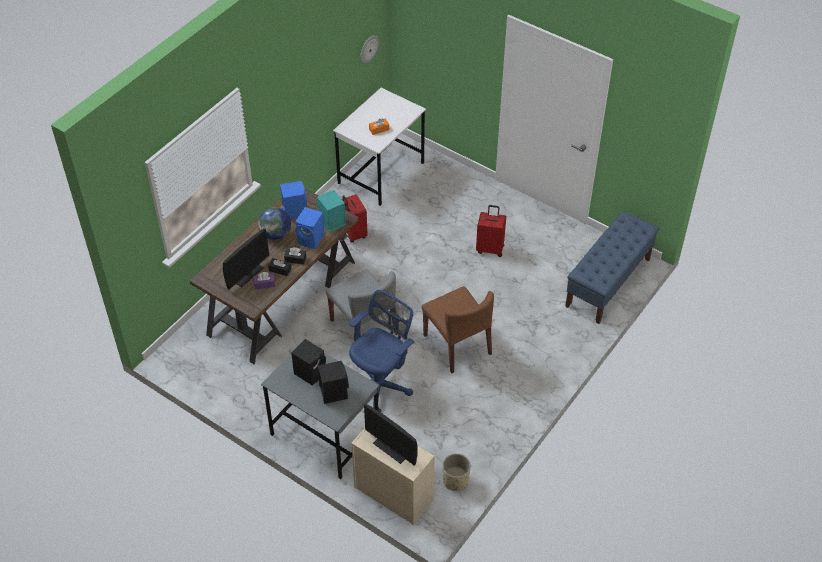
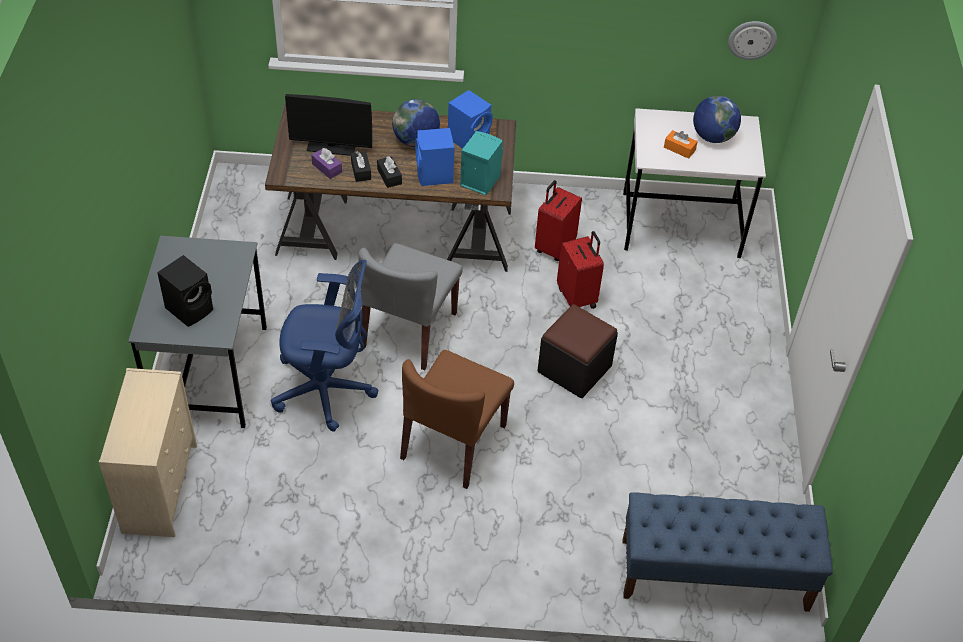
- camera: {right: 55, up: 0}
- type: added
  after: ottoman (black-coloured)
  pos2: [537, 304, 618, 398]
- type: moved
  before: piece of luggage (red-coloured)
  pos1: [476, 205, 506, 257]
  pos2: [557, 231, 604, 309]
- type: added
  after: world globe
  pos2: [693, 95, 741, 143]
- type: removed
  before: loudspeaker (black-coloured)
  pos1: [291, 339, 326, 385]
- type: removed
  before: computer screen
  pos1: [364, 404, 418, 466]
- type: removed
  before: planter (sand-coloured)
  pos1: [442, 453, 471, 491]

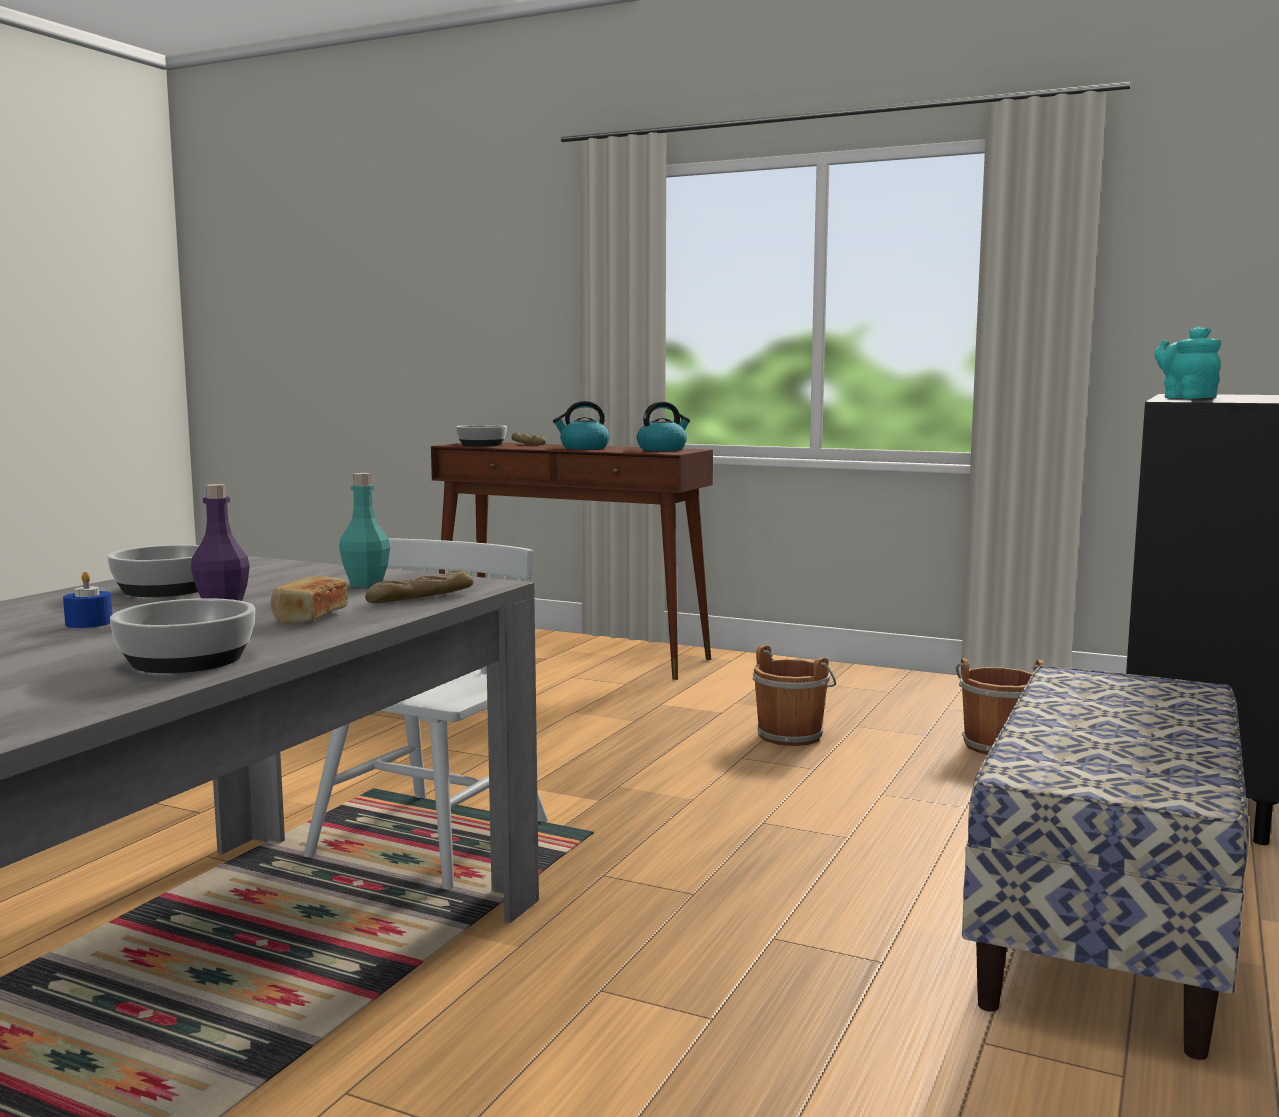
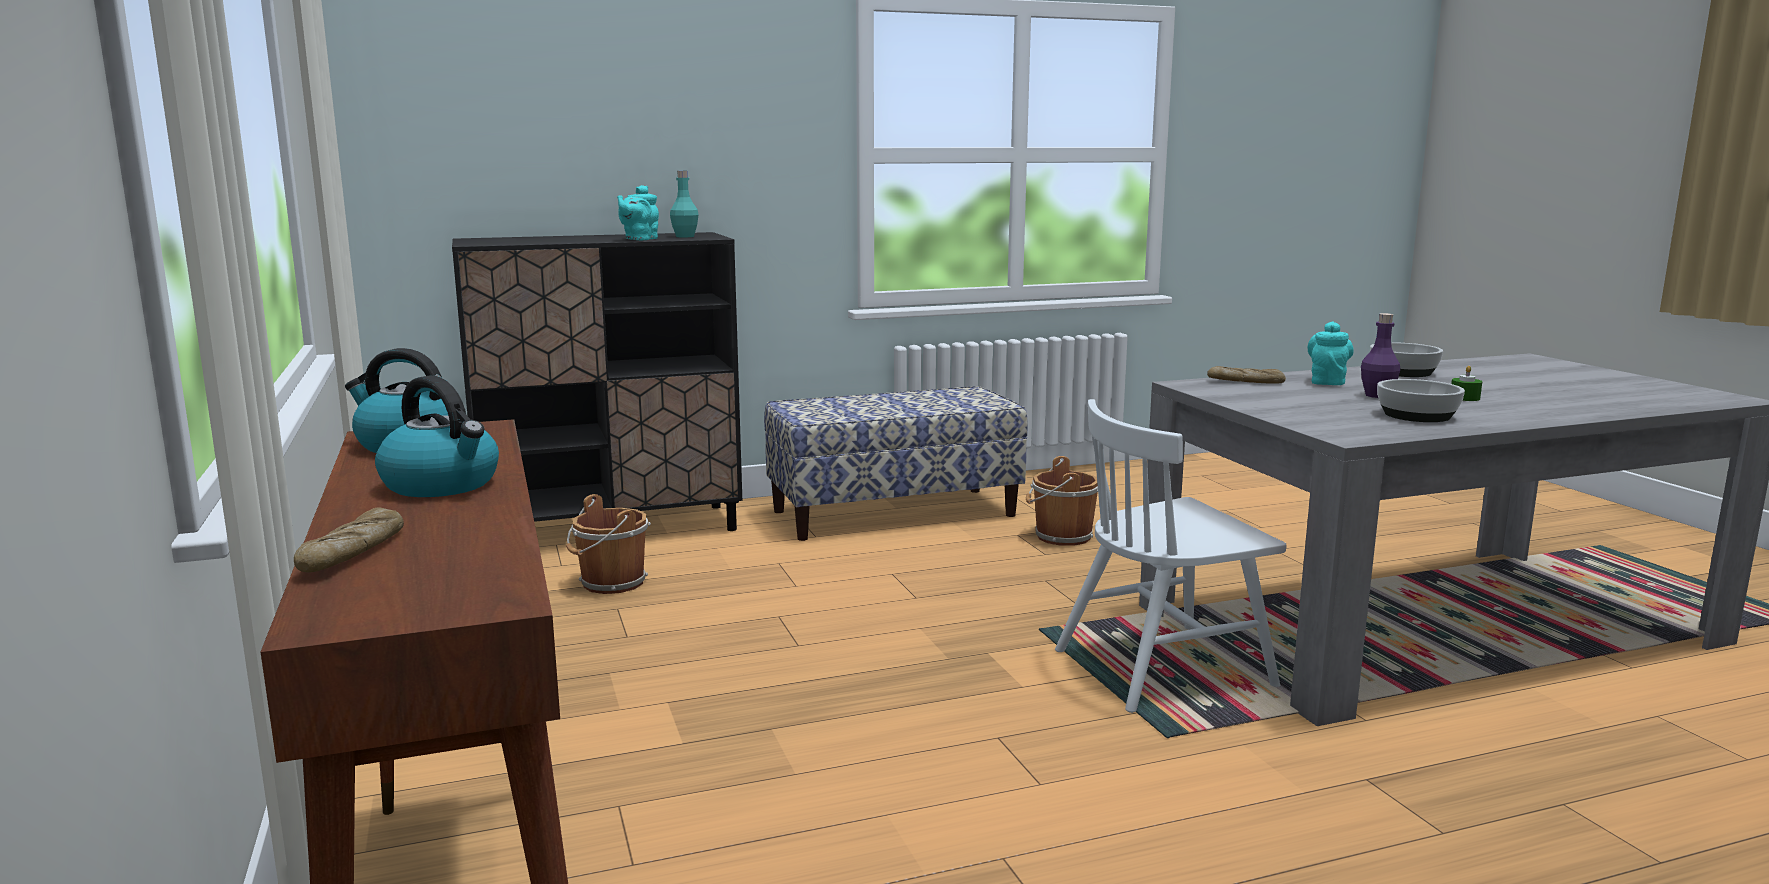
- camera: {right: -135, up: 5}
- type: moved
  before: bottle (blue-green)
  pos1: [339, 473, 390, 587]
  pos2: [670, 171, 699, 237]
- type: moved
  before: pail (brownish)
  pos1: [753, 645, 836, 746]
  pos2: [1026, 456, 1098, 546]
- type: replaced
  before: baked bread
  after: tea pot (blue-green)
  pos1: [271, 575, 348, 624]
  pos2: [1308, 321, 1354, 385]
- type: recoloured
  before: candle (blue-coloured)
  after: candle (green-coloured)
  pos1: [63, 572, 112, 628]
  pos2: [1451, 366, 1482, 401]
- type: removed
  before: serving bowl
  pos1: [456, 425, 507, 446]

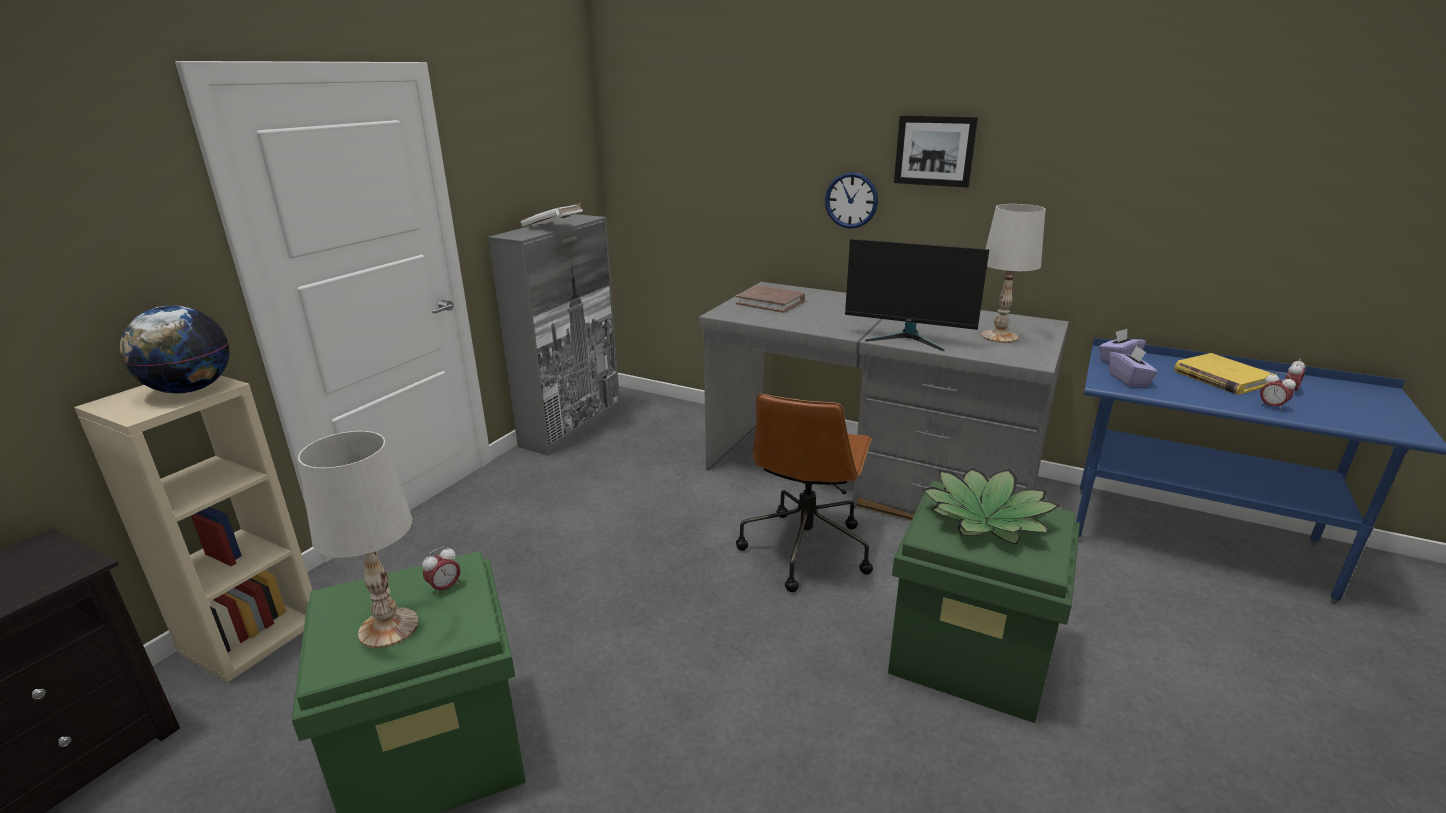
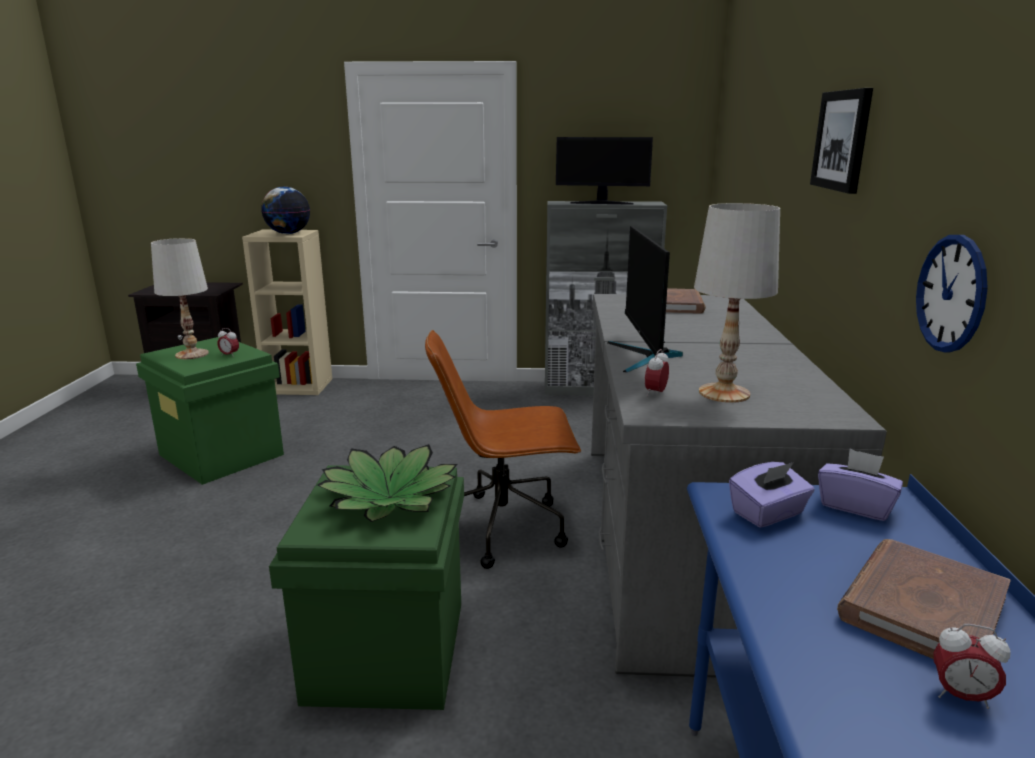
- camera: {right: 65, up: -5}
- type: replaced
  before: bound book (white-coloured)
  after: computer screen
  pos1: [521, 202, 583, 227]
  pos2: [556, 137, 653, 205]
- type: moved
  before: bedside clock
  pos1: [1260, 372, 1296, 411]
  pos2: [645, 349, 669, 396]
- type: recoloured
  before: bound book (yellowish)
  after: bound book (brownish)
  pos1: [1174, 353, 1277, 395]
  pos2: [837, 539, 1011, 659]
- type: moved
  before: hanging clock
  pos1: [825, 172, 878, 229]
  pos2: [916, 235, 988, 353]

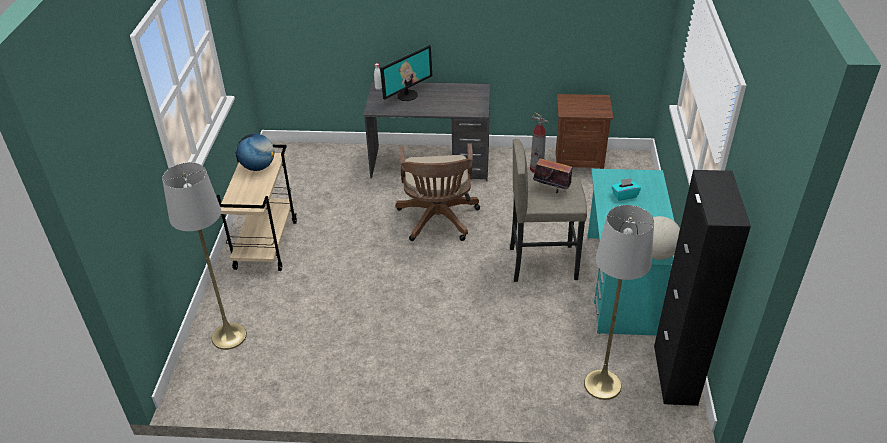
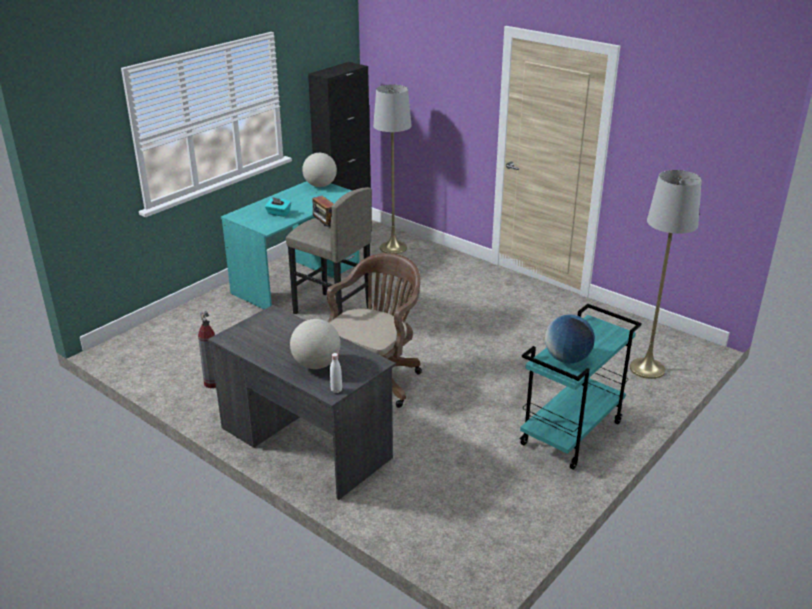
- camera: {right: -145, up: -10}
- type: replaced
  before: computer screen
  after: world globe
  pos1: [380, 45, 432, 101]
  pos2: [290, 319, 341, 369]
- type: recoloured
  before: trolley (sand-coloured)
  after: trolley (blue-green)
  pos1: [216, 145, 297, 271]
  pos2: [519, 304, 642, 470]
- type: removed
  before: nightstand (brownish)
  pos1: [556, 94, 613, 169]

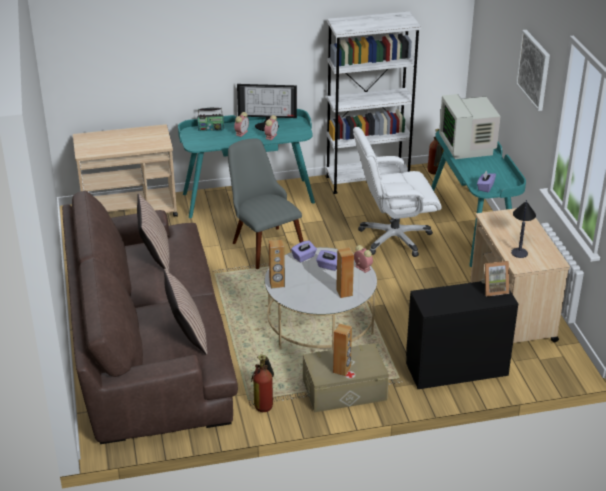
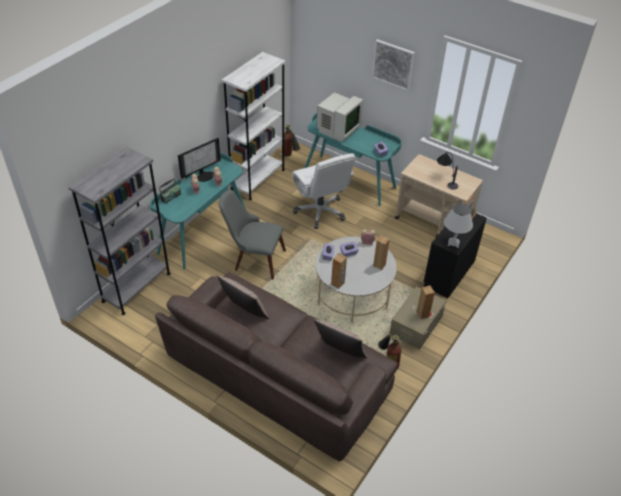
- camera: {right: -45, up: 10}
- type: replaced
  before: trolley (sand-coloured)
  after: shelving unit (gray)
  pos1: [73, 124, 178, 217]
  pos2: [68, 147, 171, 315]
- type: turned
  before: computer chair (white-coloured)
  pos1: [353, 127, 442, 257]
  pos2: [292, 153, 355, 229]
  turn: -60
- type: turned
  before: computer screen
  pos1: [439, 94, 501, 159]
  pos2: [316, 92, 364, 142]
  turn: -90
- type: added
  after: tabletop lamp (white-coloured)
  pos2: [444, 204, 473, 248]

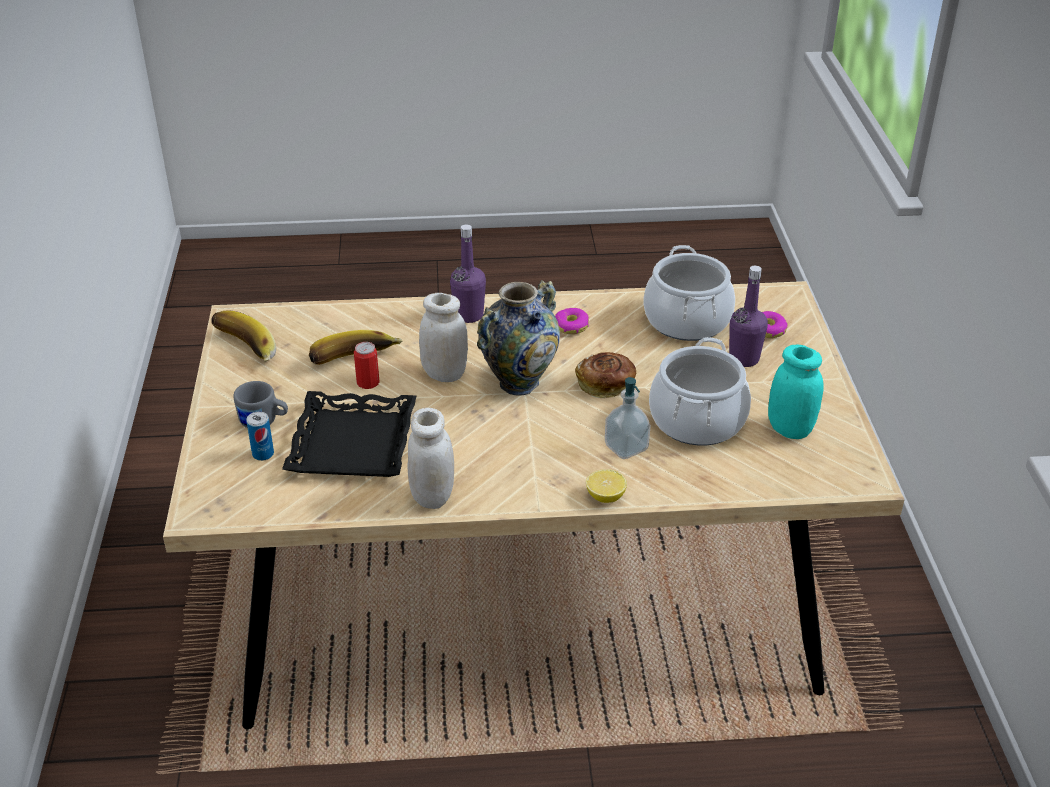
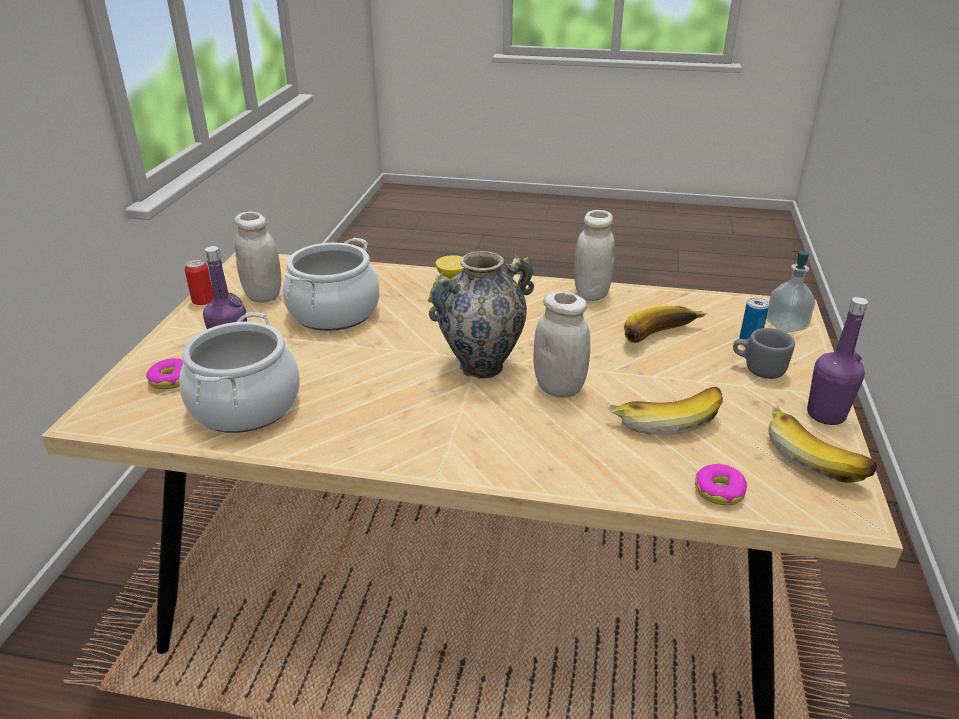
- camera: {right: -165, up: -5}
- type: moved
  before: can
  pos1: [354, 342, 380, 389]
  pos2: [185, 259, 214, 305]
- type: recoloured
  before: preserve jar (blue-green)
  after: preserve jar (white-coloured)
  pos1: [768, 345, 824, 439]
  pos2: [235, 212, 281, 303]
- type: replaced
  before: serving tray (black-coloured)
  after: banana
  pos1: [282, 391, 416, 477]
  pos2: [624, 305, 707, 343]
- type: moved
  before: ring doughnut
  pos1: [555, 308, 589, 334]
  pos2: [695, 464, 747, 505]
- type: moved
  before: soap bottle
  pos1: [605, 377, 651, 459]
  pos2: [766, 251, 815, 333]
- type: moved
  before: bottle (purplish)
  pos1: [450, 224, 486, 323]
  pos2: [807, 297, 868, 425]
- type: removed
  before: baked bread
  pos1: [575, 352, 636, 398]

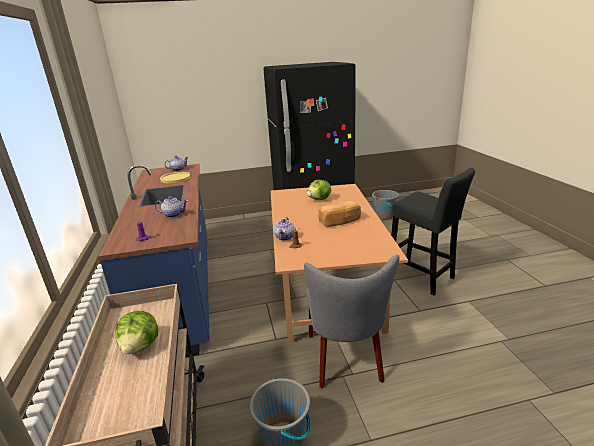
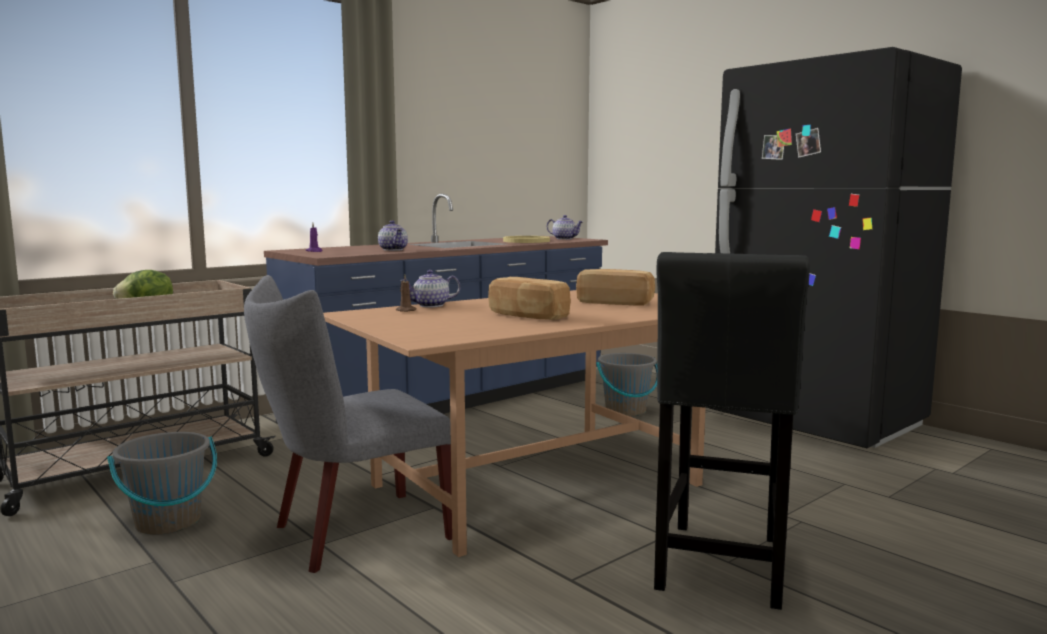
- camera: {right: 60, up: -15}
- type: replaced
  before: lettuce head
  after: baked bread
  pos1: [307, 180, 331, 200]
  pos2: [576, 269, 655, 305]
- type: moved
  before: pail (gray)
  pos1: [372, 190, 399, 220]
  pos2: [596, 353, 658, 417]

